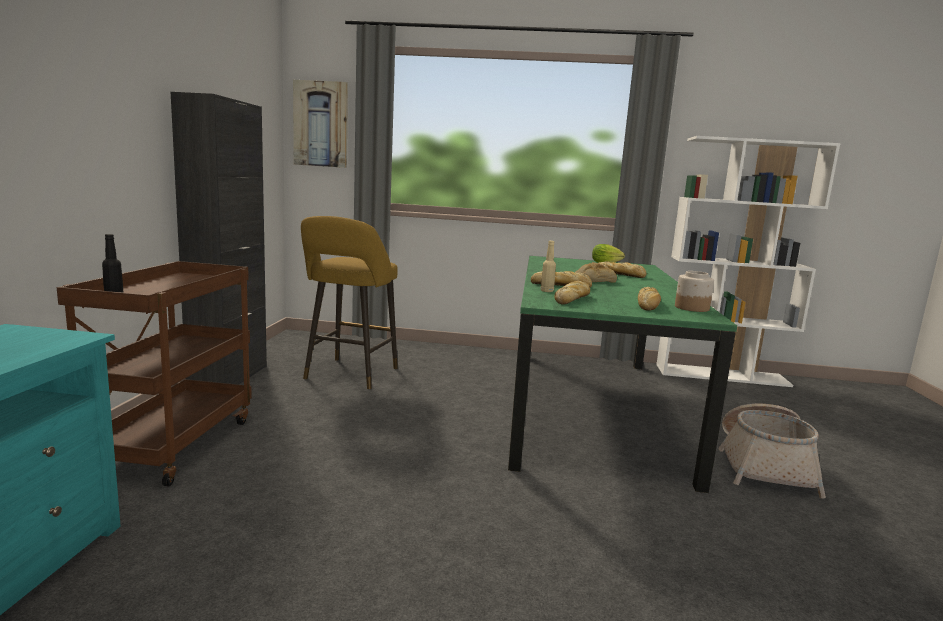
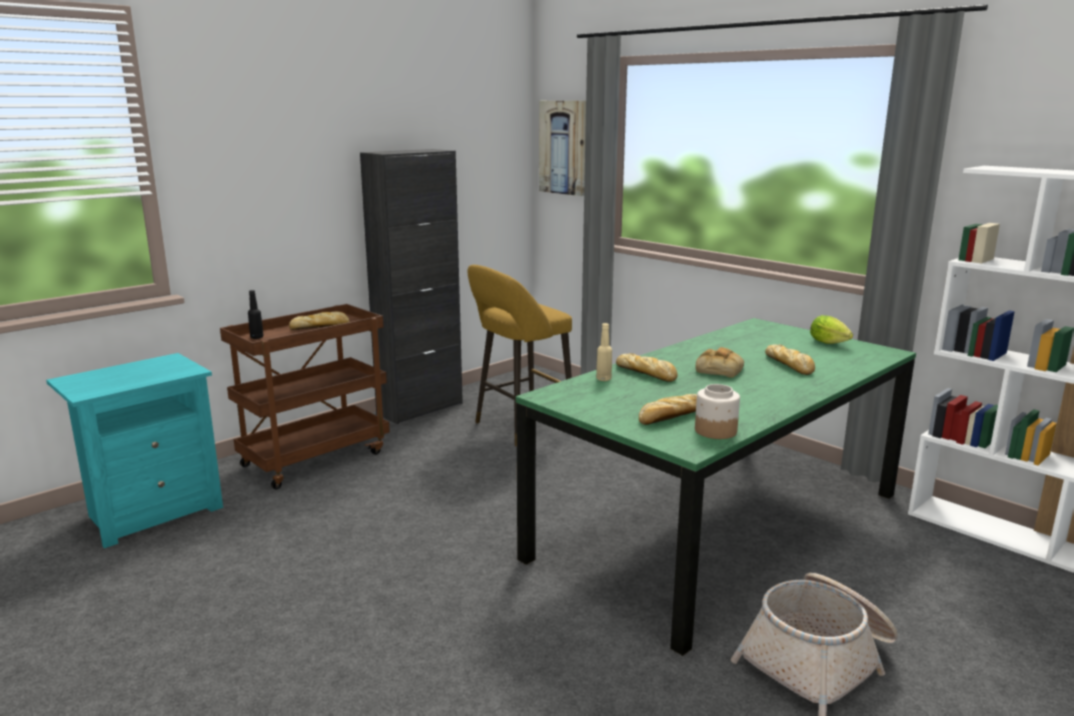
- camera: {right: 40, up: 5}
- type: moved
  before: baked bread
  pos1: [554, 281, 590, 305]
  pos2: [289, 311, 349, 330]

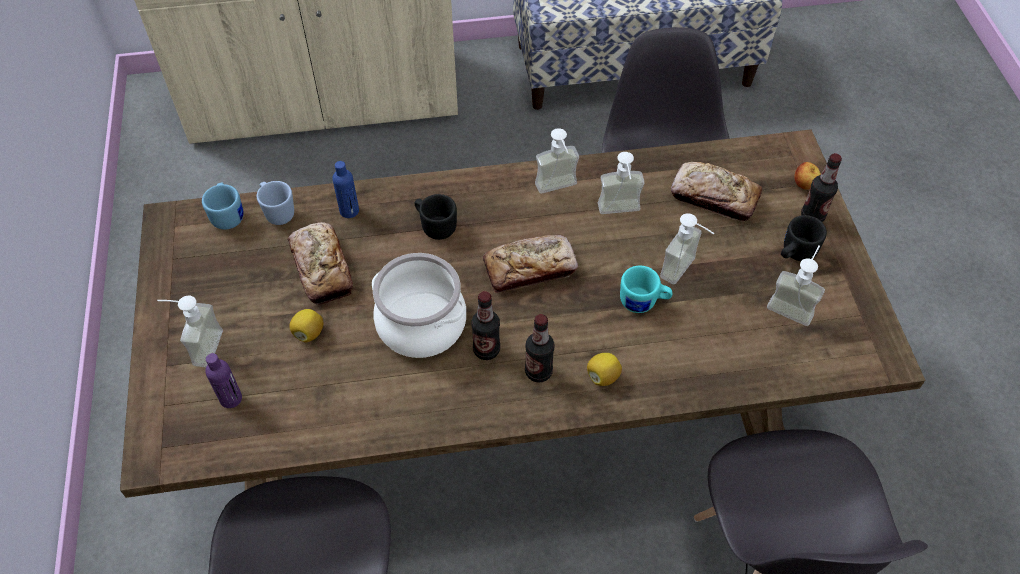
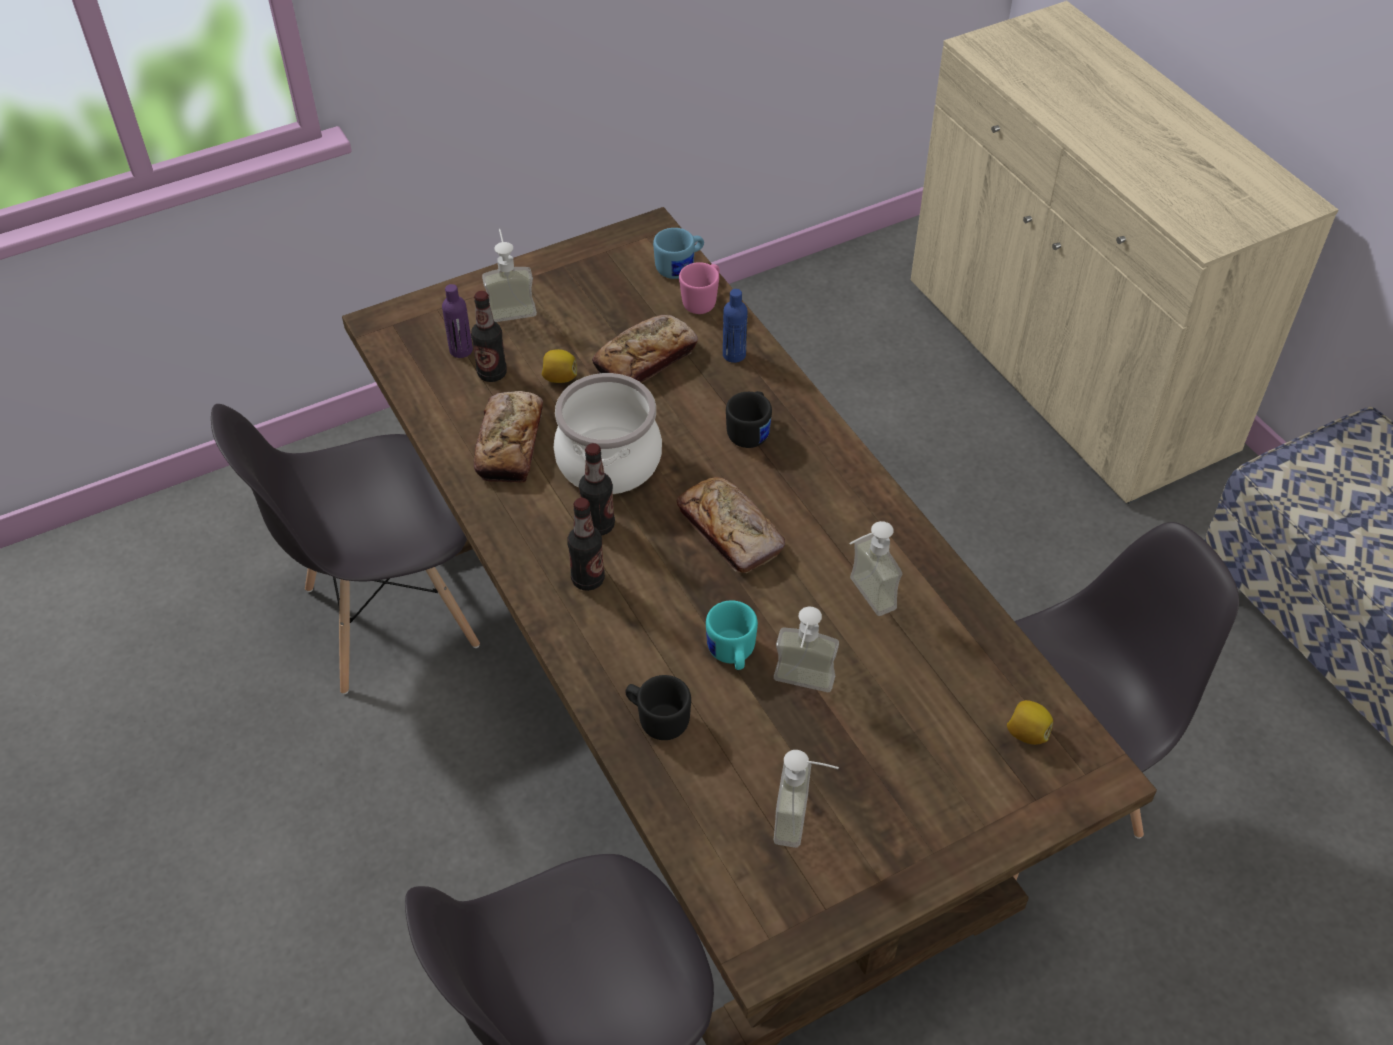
- camera: {right: 70, up: -5}
- type: moved
  before: bottle
  pos1: [801, 153, 842, 222]
  pos2: [471, 291, 507, 382]
- type: moved
  before: baked bread
  pos1: [671, 162, 762, 222]
  pos2: [473, 391, 543, 483]
- type: moved
  before: coffee mug (black-coloured)
  pos1: [781, 215, 827, 261]
  pos2: [625, 675, 691, 740]
- type: recoloured
  before: coffee mug (blue-coloured)
  after: coffee mug (pink)
  pos1: [257, 181, 294, 225]
  pos2: [679, 262, 719, 314]
- type: moved
  before: lemon
  pos1: [587, 353, 622, 386]
  pos2: [1007, 700, 1053, 745]
- type: removed
  before: soap bottle
  pos1: [535, 128, 579, 194]
- type: removed
  before: whole apple
  pos1: [794, 162, 821, 190]

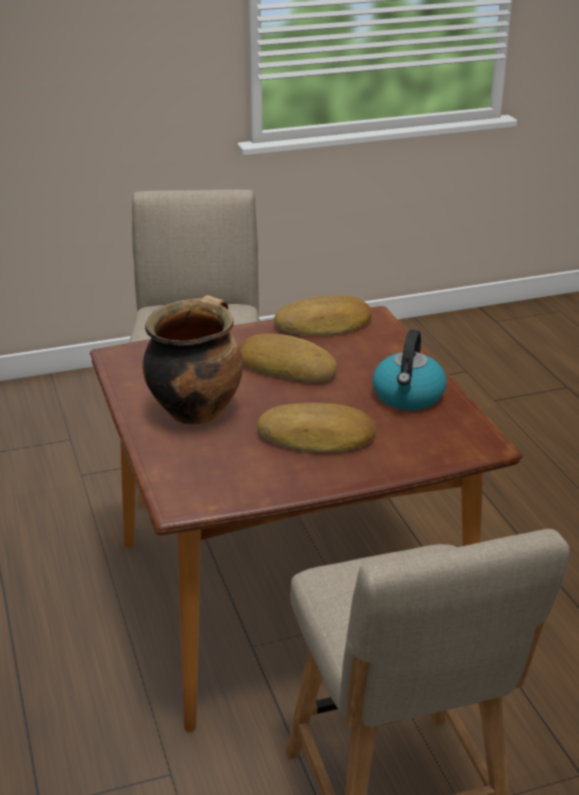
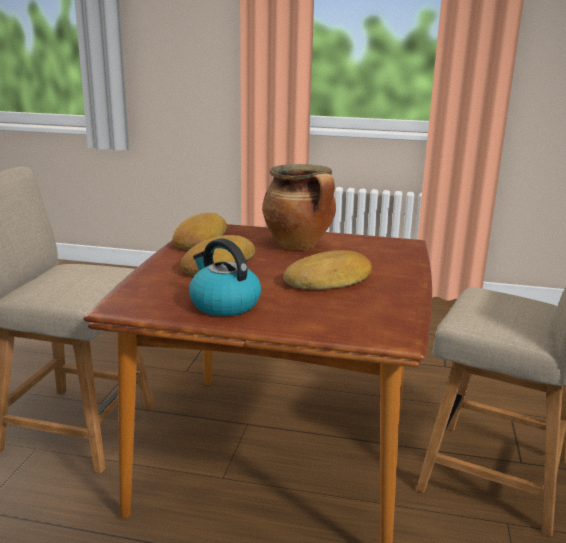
- camera: {right: 120, up: -10}
- type: moved
  before: baked bread
  pos1: [274, 295, 372, 335]
  pos2: [172, 213, 227, 249]

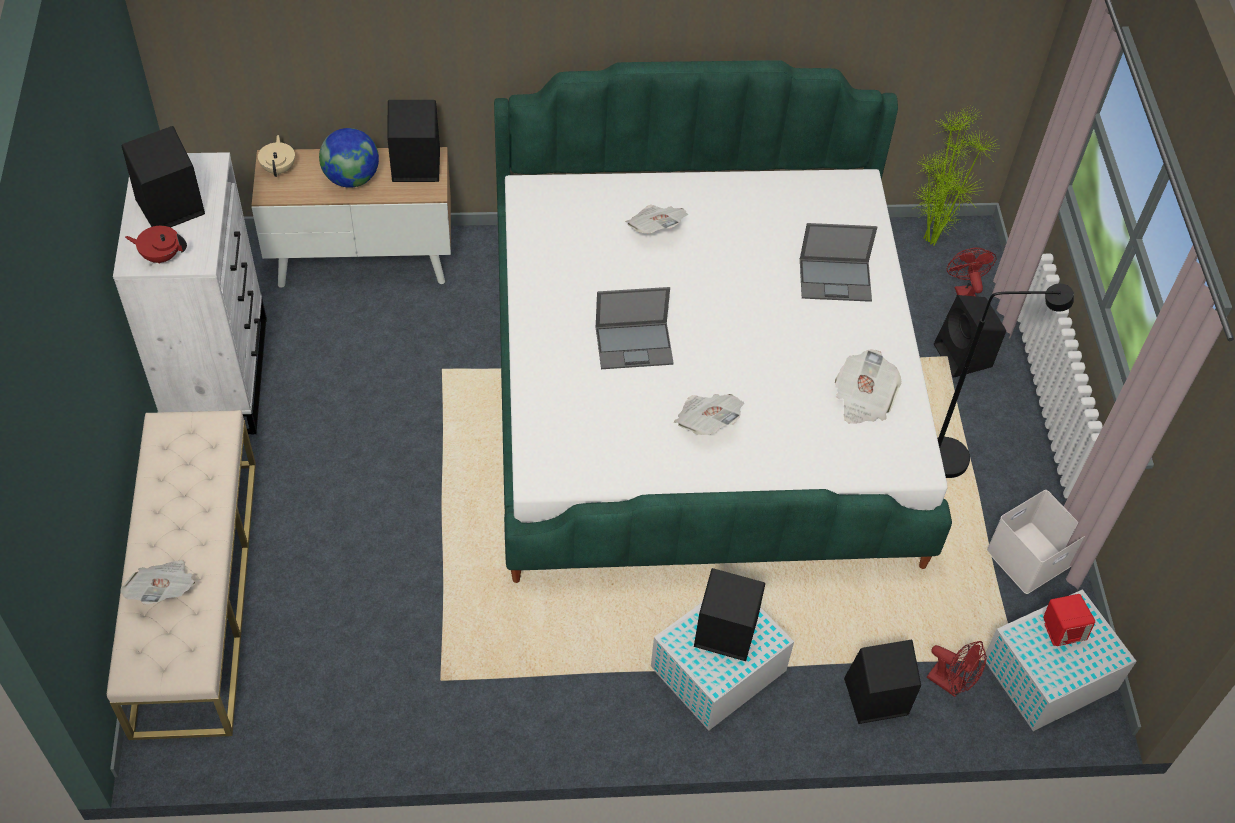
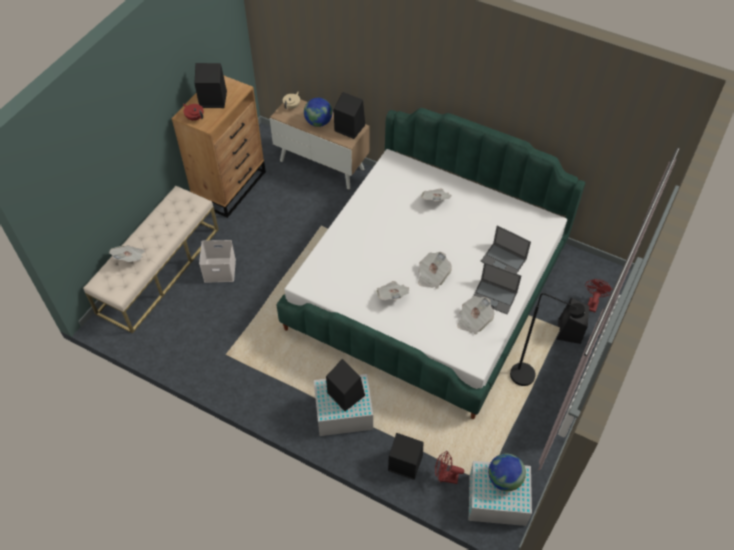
- camera: {right: 35, up: 0}
- type: recoloured
  before: chest of drawers (white-coloured)
  after: chest of drawers (brownish)
  pos1: [113, 152, 267, 434]
  pos2: [171, 75, 266, 218]
- type: moved
  before: storage box (white-coloured)
  pos1: [987, 490, 1085, 594]
  pos2: [199, 240, 236, 283]
- type: added
  after: newspaper
  pos2: [418, 252, 452, 289]
- type: turned
  before: electric fan (red-coloured)
  pos1: [927, 641, 987, 697]
  pos2: [435, 451, 464, 484]
  turn: 120
- type: moved
  before: notebook computer
  pos1: [596, 287, 674, 369]
  pos2: [473, 262, 521, 314]
- type: replaced
  before: loudspeaker (red-coloured)
  after: world globe
  pos1: [1043, 594, 1095, 646]
  pos2: [488, 453, 526, 491]
- type: removed
  before: houseplant
  pos1: [912, 107, 1000, 246]

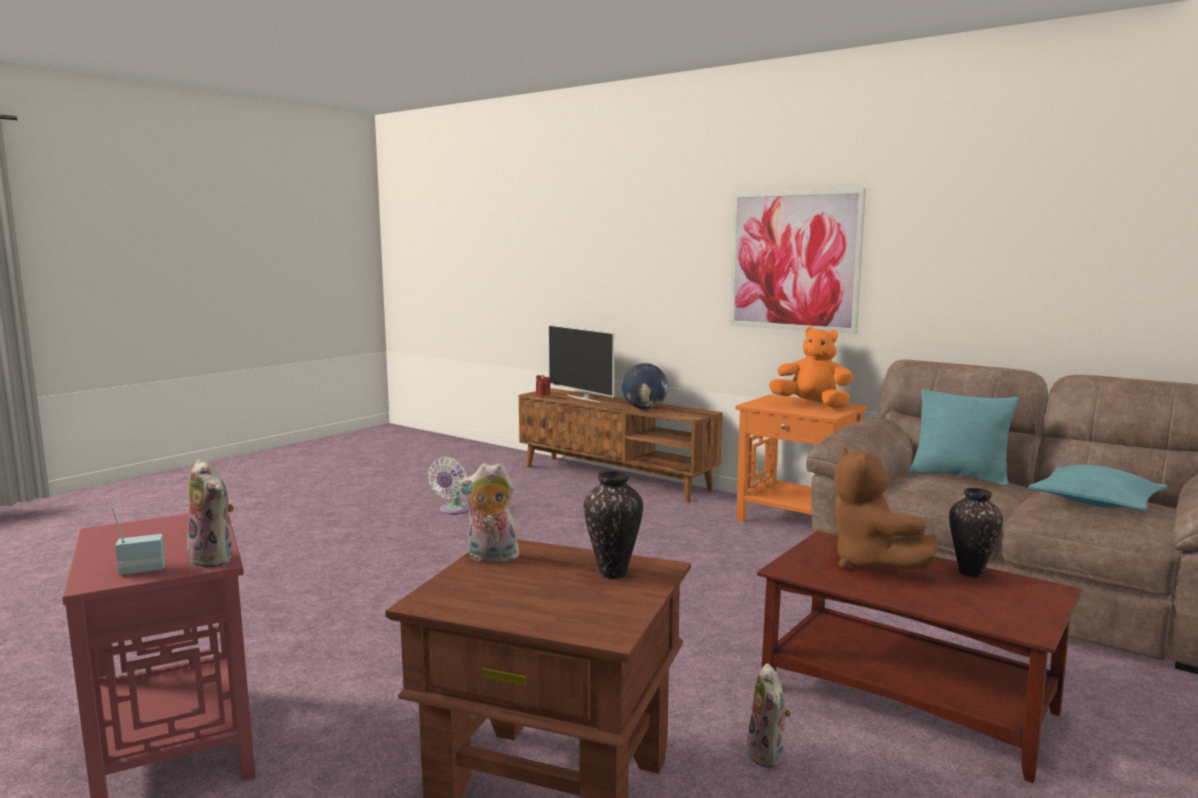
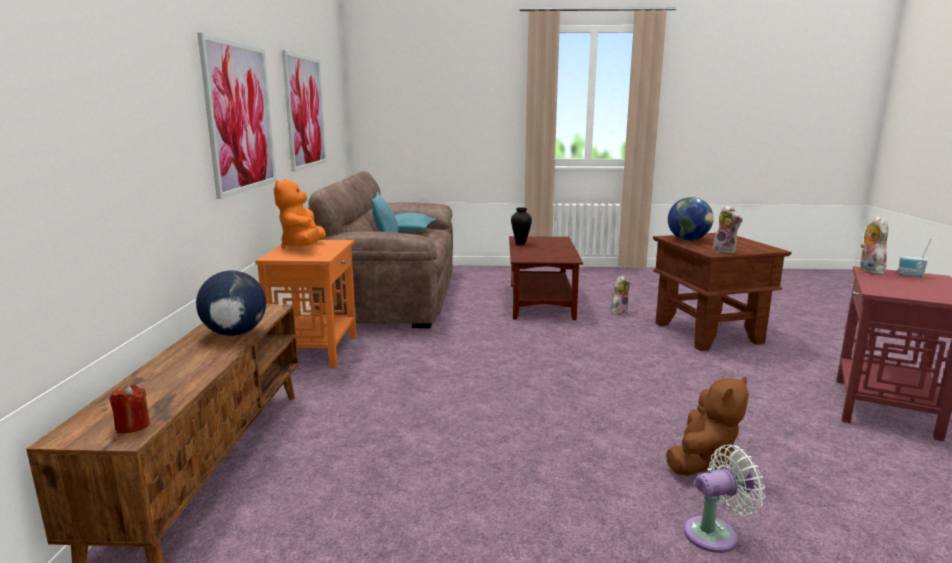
- camera: {right: -125, up: 5}
- type: added
  after: wall art
  pos2: [282, 50, 327, 172]
- type: moved
  before: soft toy (brownish)
  pos1: [834, 447, 938, 570]
  pos2: [666, 376, 749, 476]
- type: replaced
  before: vase
  after: world globe
  pos1: [584, 471, 643, 579]
  pos2: [668, 197, 713, 241]
- type: moved
  before: electric fan (white-coloured)
  pos1: [428, 457, 469, 515]
  pos2: [684, 444, 765, 553]
- type: removed
  before: television
  pos1: [548, 325, 614, 402]

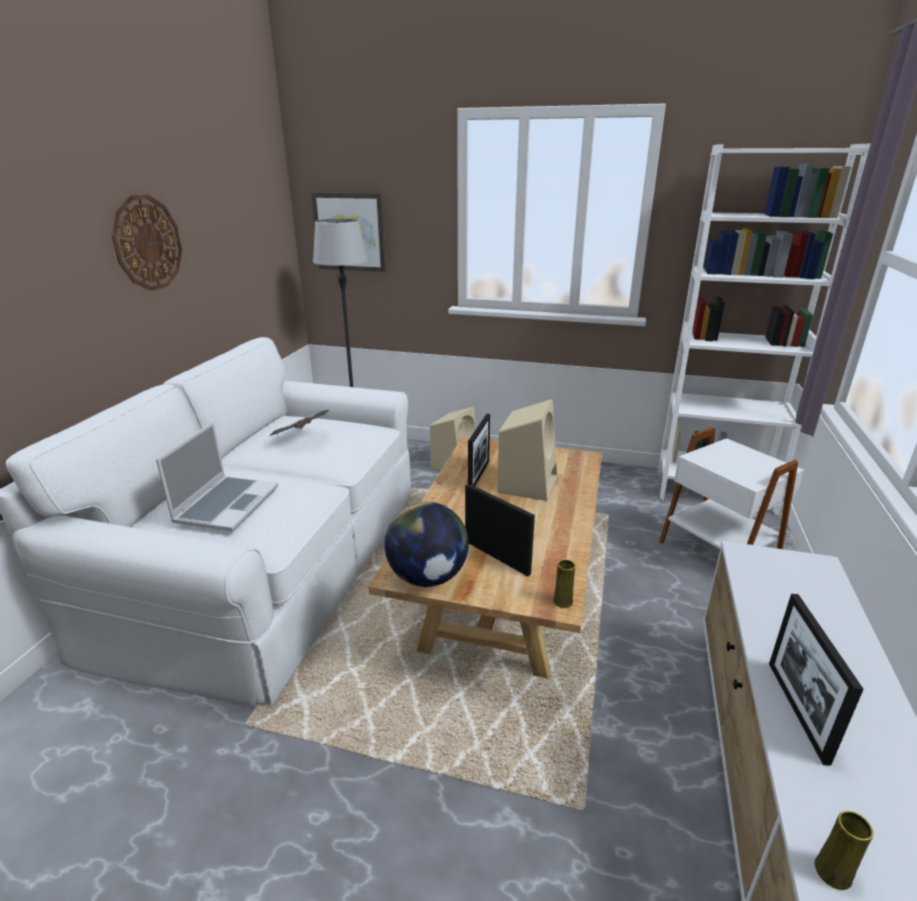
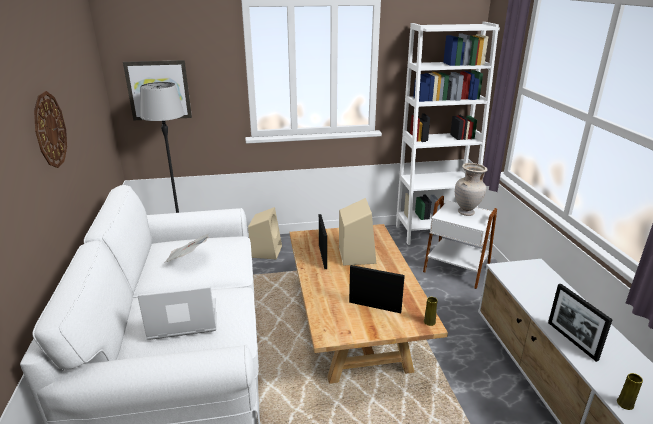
- camera: {right: -25, up: 0}
- type: turned
  before: notebook computer
  pos1: [156, 422, 278, 531]
  pos2: [137, 286, 216, 340]
  turn: -90
- type: added
  after: vase (sand-coloured)
  pos2: [455, 163, 488, 216]
- type: removed
  before: world globe
  pos1: [384, 502, 469, 587]

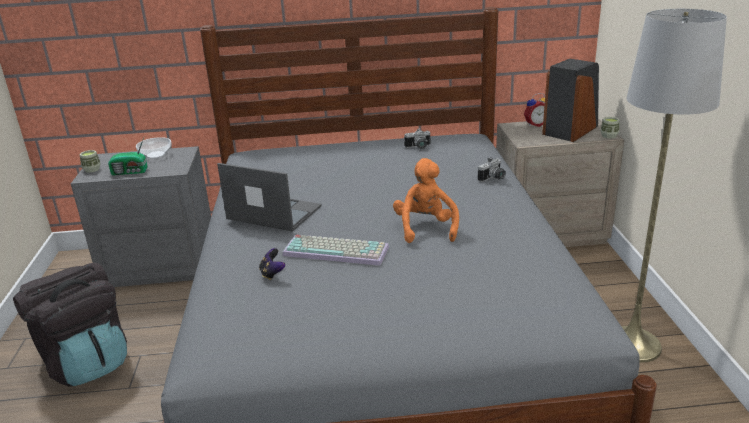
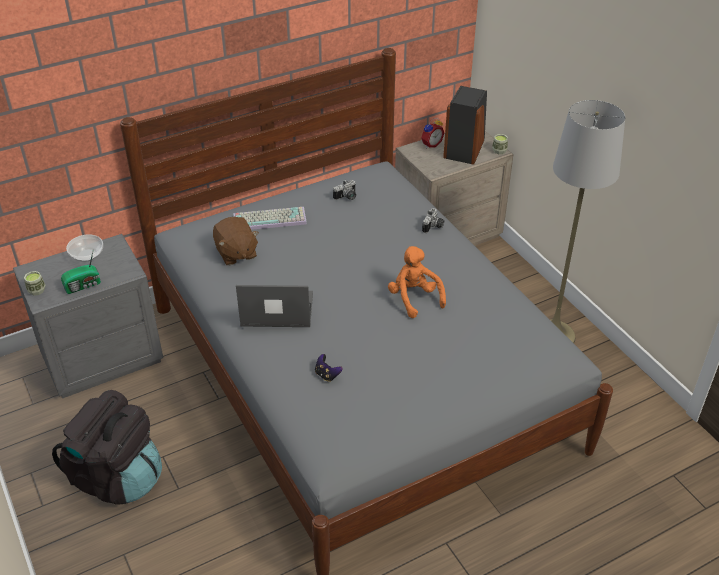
- camera: {right: -25, up: 15}
- type: added
  after: soft toy (brownish)
  pos2: [213, 217, 259, 265]
- type: moved
  before: PC keyboard
  pos1: [282, 235, 389, 266]
  pos2: [233, 207, 307, 230]

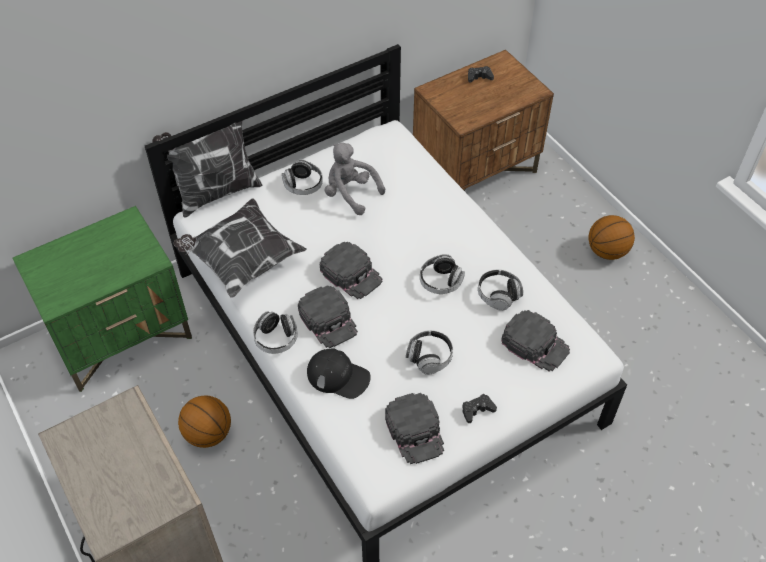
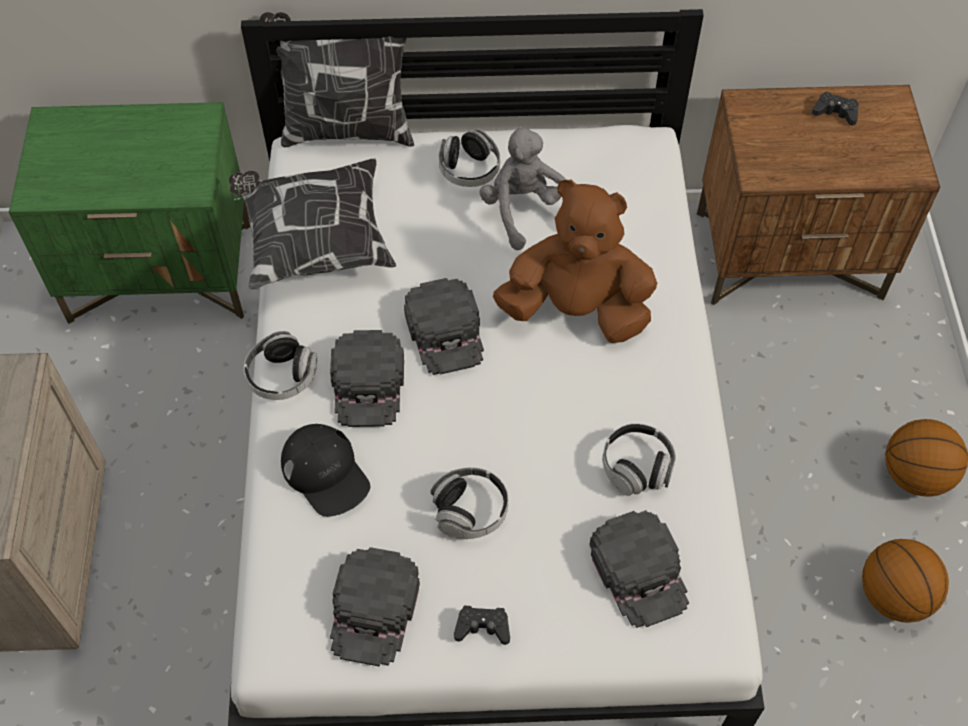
- camera: {right: 30, up: 5}
- type: added
  after: soft toy (brownish)
  pos2: [493, 180, 657, 343]
- type: moved
  before: ball for basketball
  pos1: [178, 395, 231, 448]
  pos2: [862, 539, 949, 623]
- type: removed
  before: headphones
  pos1: [420, 254, 465, 294]

